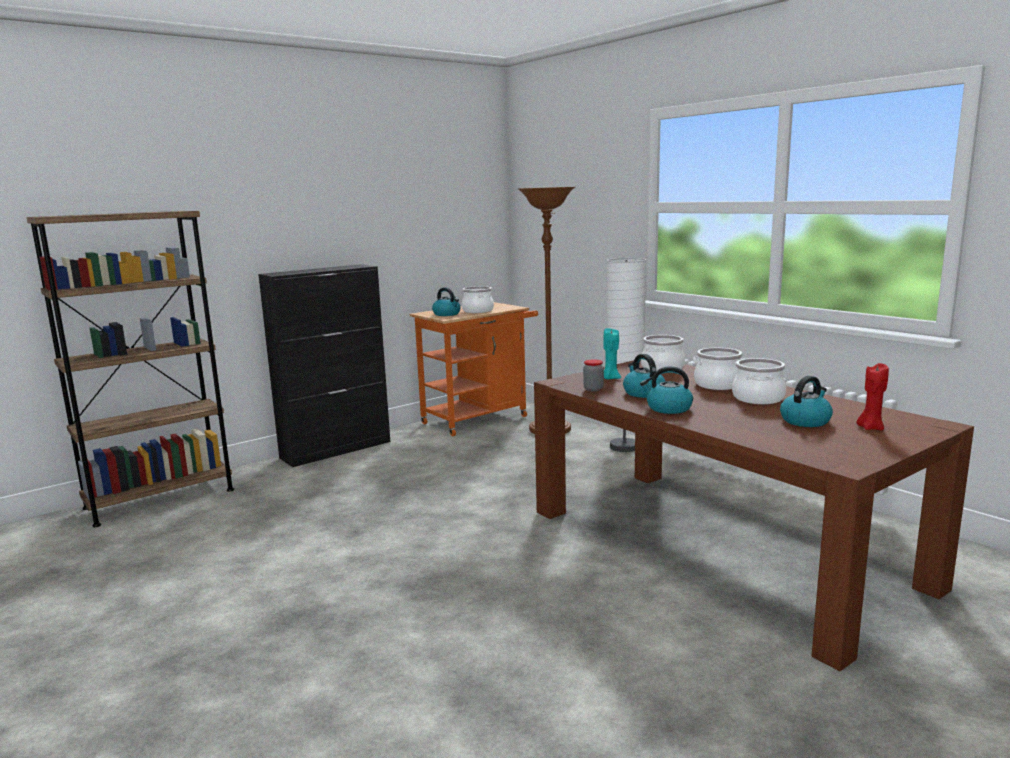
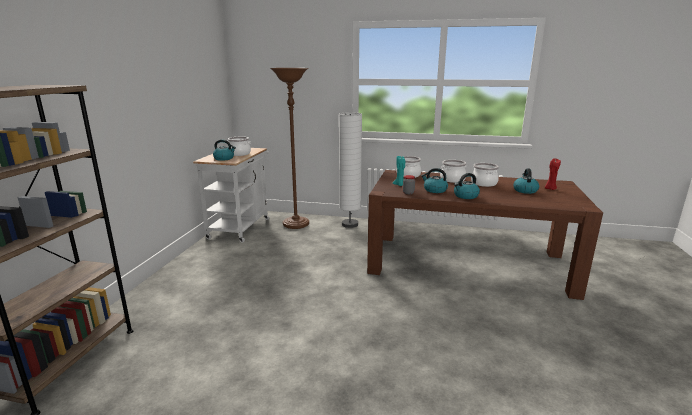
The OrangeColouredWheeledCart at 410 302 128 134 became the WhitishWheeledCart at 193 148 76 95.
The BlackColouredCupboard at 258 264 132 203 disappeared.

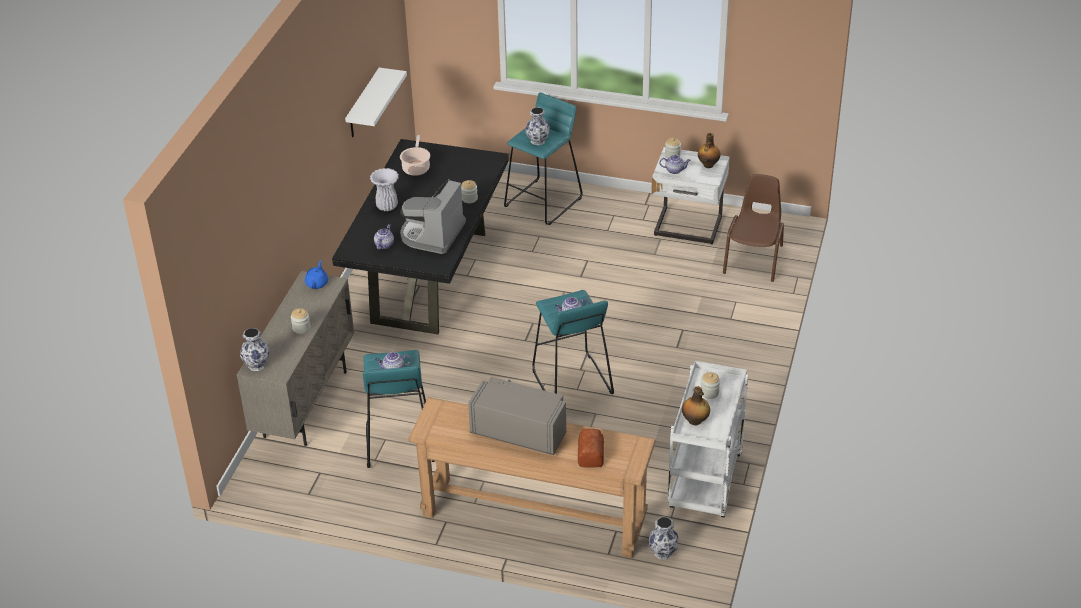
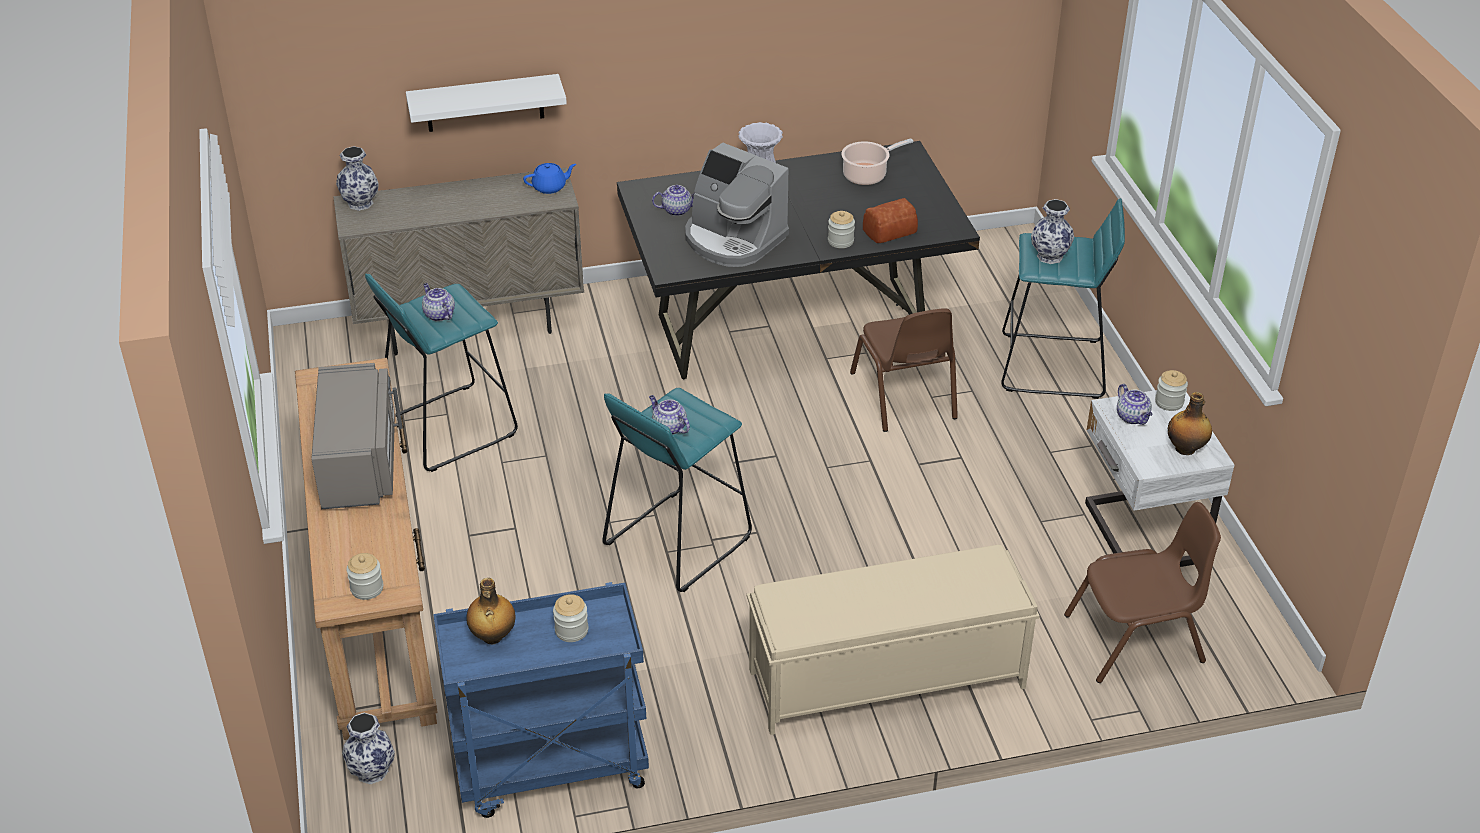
The PreserveJar moved from 291 308 19 26 to 346 553 37 47.
The WhitishWallShelf moved from 345 67 62 70 to 406 74 161 58.
The WhitishWheeledCart at 668 361 80 156 became the BluishWheeledCart at 433 582 216 236.
The CoffeeMachine at 400 179 66 75 turned 135 degrees counterclockwise.
The BeigeIndoorBench at 747 545 293 190 appeared.
The BrownUprightChair at 850 308 108 124 appeared.
The BakedBread moved from 578 429 26 39 to 863 198 55 45.

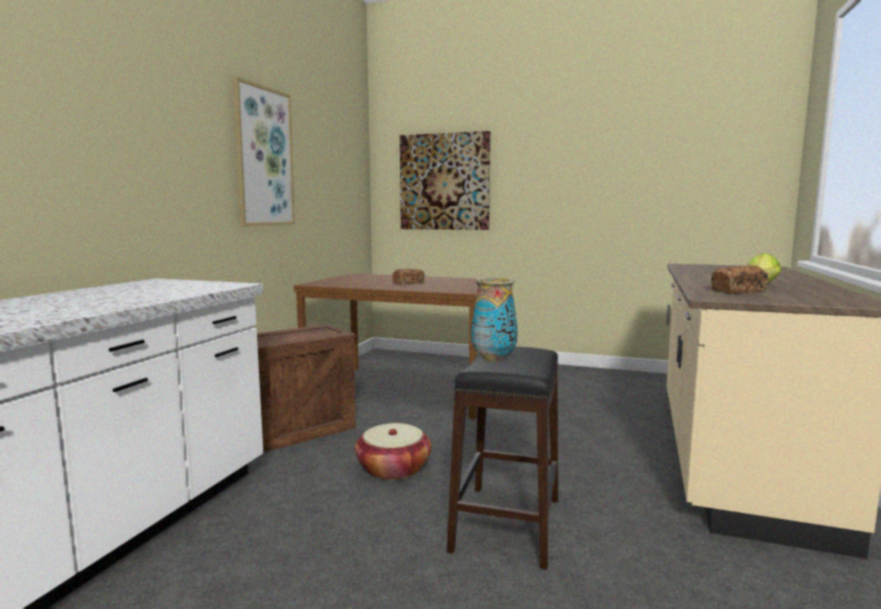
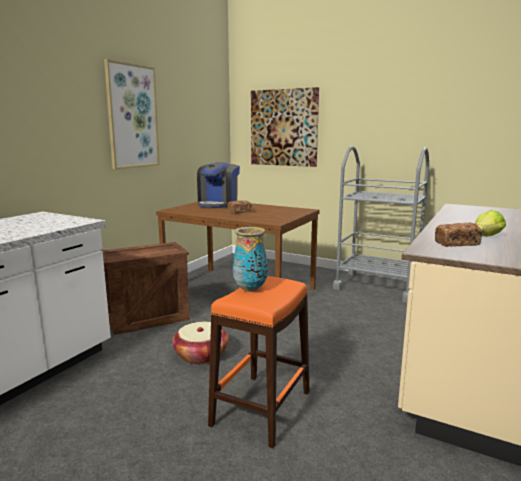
The CoffeeMachine at 197 162 43 46 appeared.
The BlackColouredSittingStool at 447 346 111 224 became the OrangeColouredSittingStool at 208 276 101 172.
The GreyishWheeledCart at 333 146 96 157 appeared.

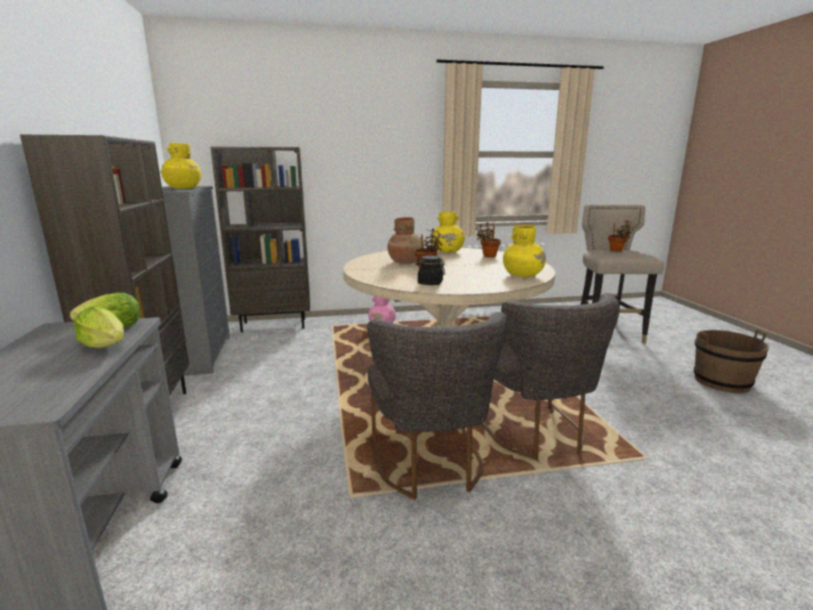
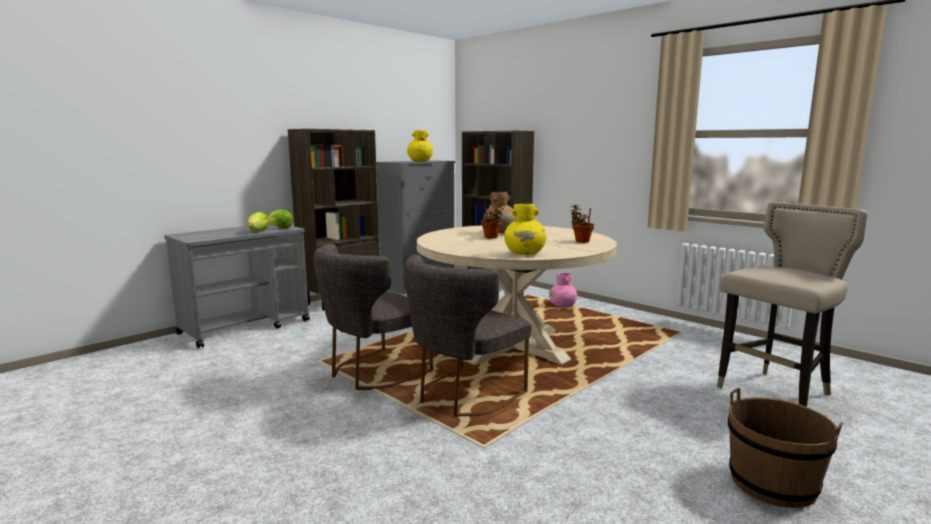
The BlackColouredPreserveJar at 415 256 31 29 disappeared.
The YellowColouredVase at 433 212 32 41 disappeared.
The Houseplant at 608 220 24 32 disappeared.

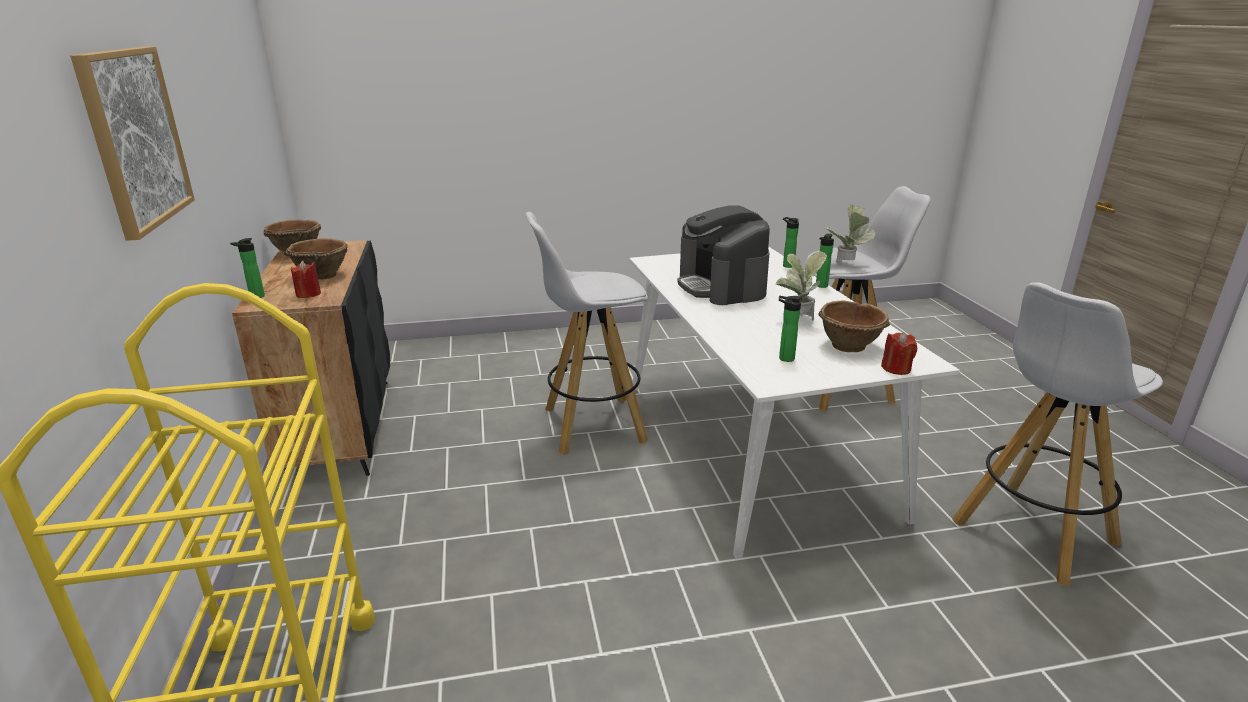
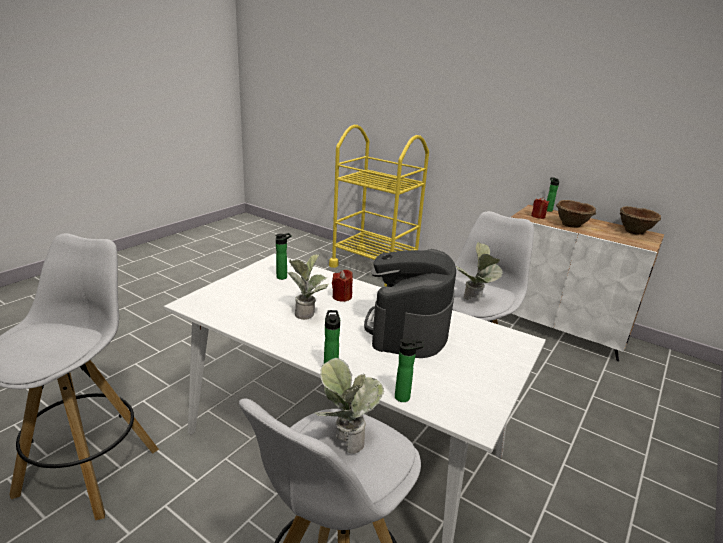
The ReddishWaxCandle moved from 881 332 36 43 to 332 269 21 33.
The CoffeeMachine at 678 205 92 100 turned 105 degrees counterclockwise.
The Houseplant at 456 242 47 58 appeared.
The BlackColouredCupboard at 232 240 158 236 became the WhitishCupboard at 510 205 154 156.
The WallArt at 70 46 125 195 disappeared.
The BrownBowl at 818 301 72 51 disappeared.

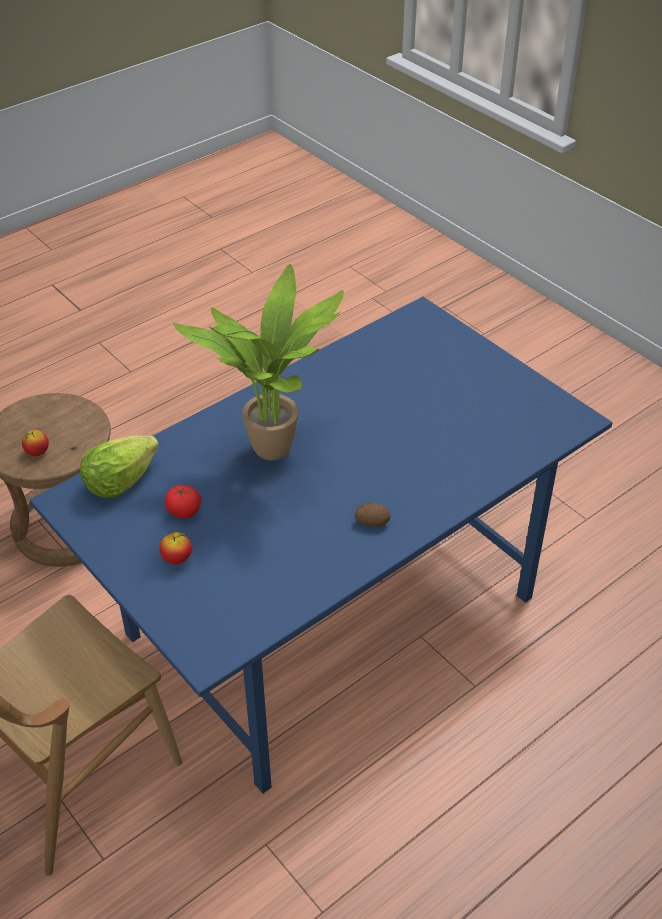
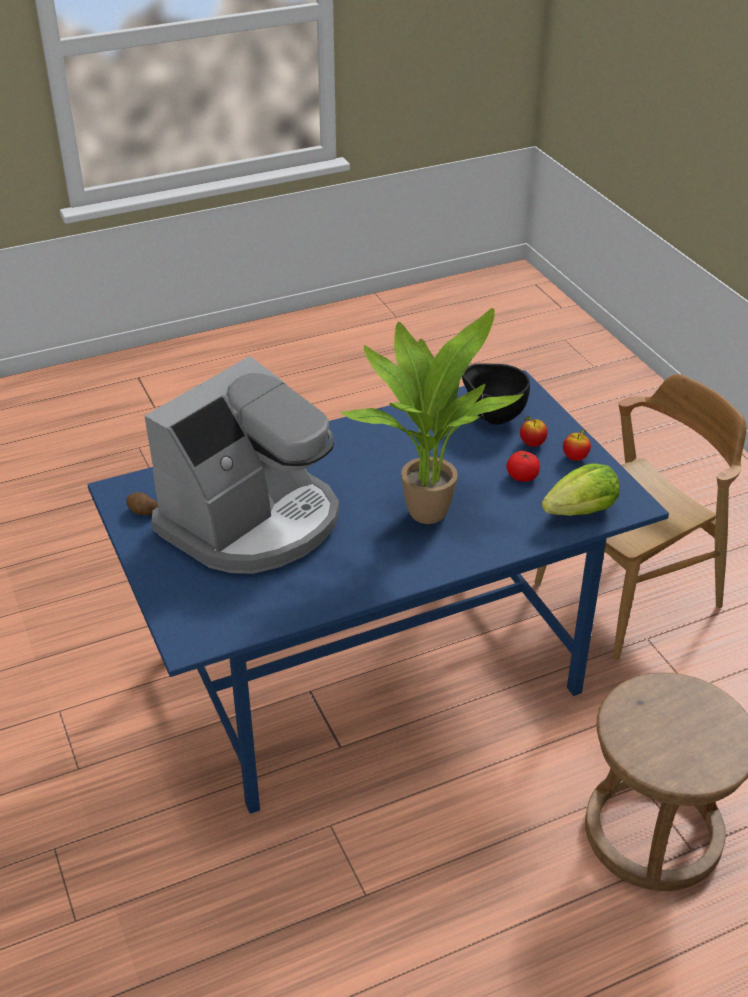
The Potato moved from 355 503 35 24 to 126 492 32 24.
The CoffeeMachine at 145 356 194 218 appeared.
The BlackColouredBowl at 462 363 68 62 appeared.
The Apple moved from 22 430 27 26 to 563 429 28 32.

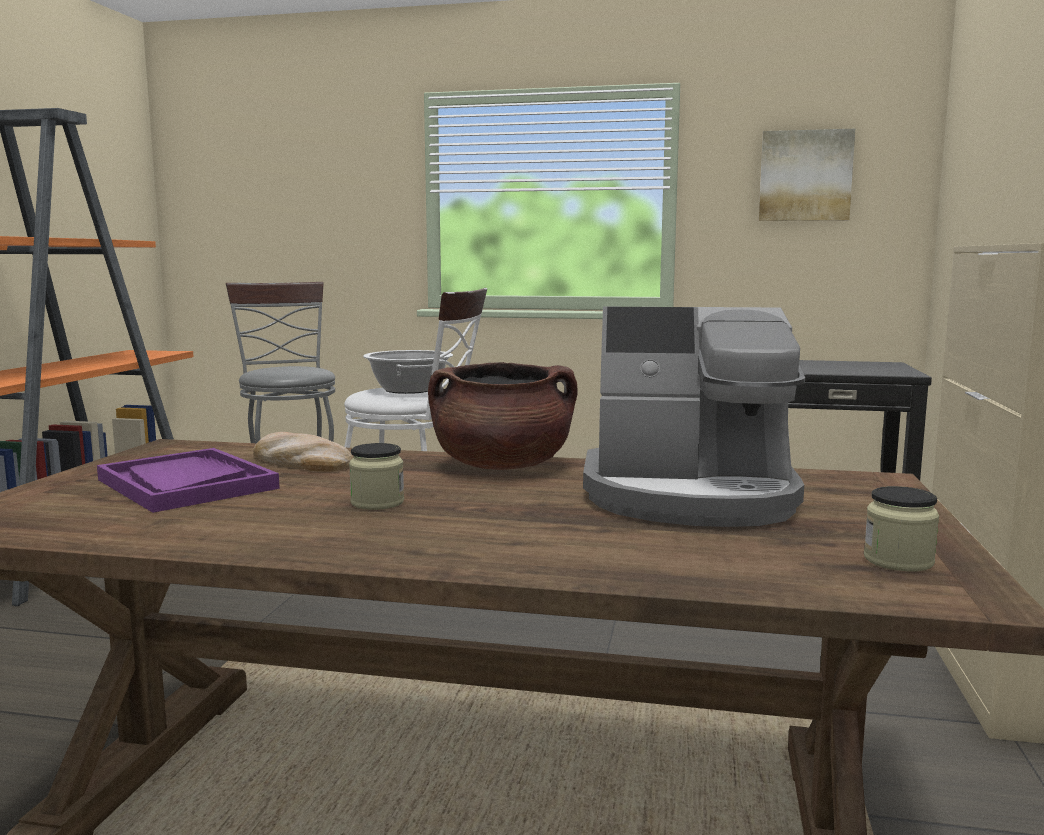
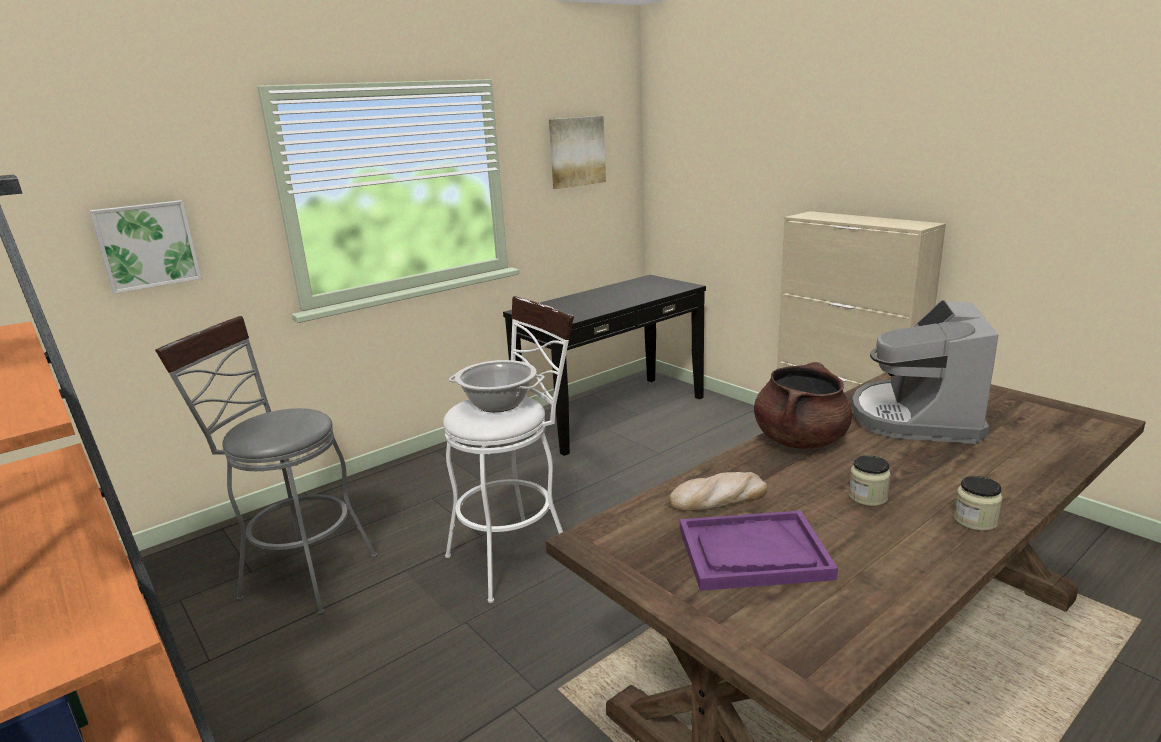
The WallArt at 89 200 112 94 appeared.
The CoffeeMachine at 583 307 222 220 turned 150 degrees clockwise.
The PreserveJar moved from 864 486 75 85 to 954 476 49 55.

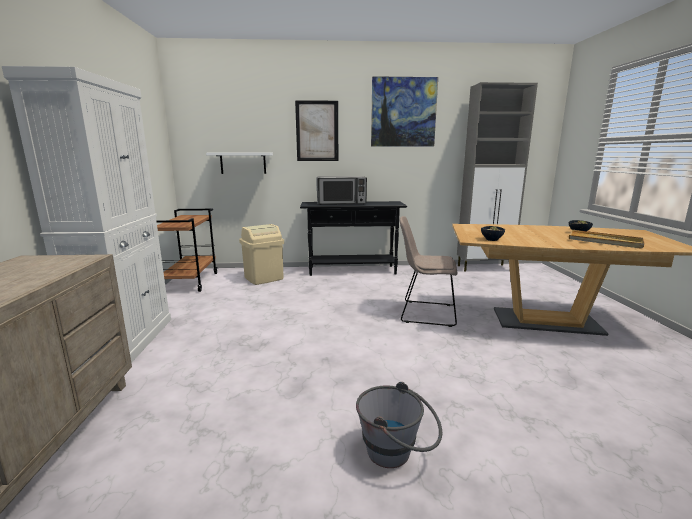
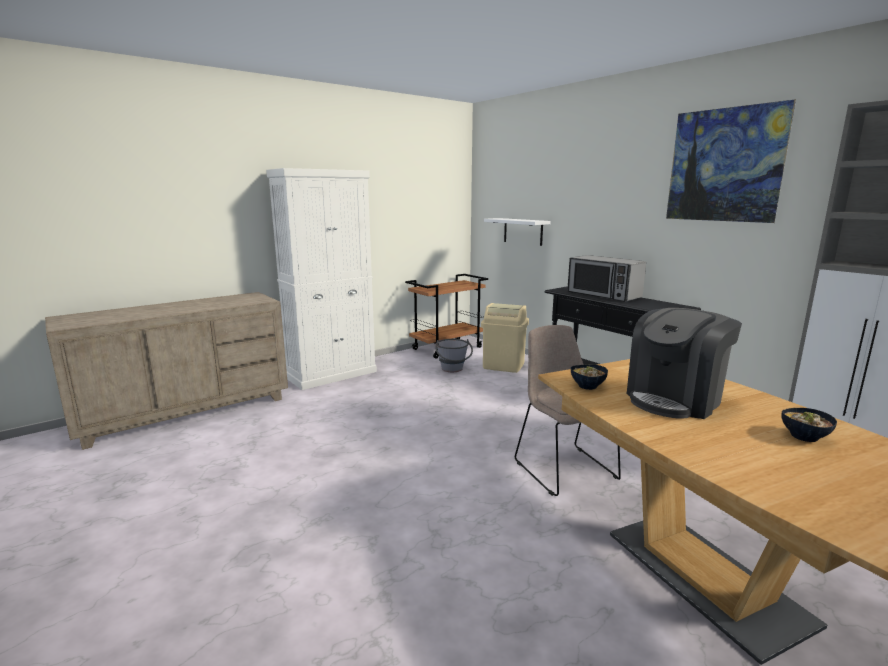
The GreyishWaterBucket moved from 356 382 86 86 to 435 339 38 33.
The CoffeeMachine at 627 308 115 111 appeared.
The WallArt at 295 100 43 61 disappeared.
The BeigeCarryingTray at 569 230 75 19 disappeared.

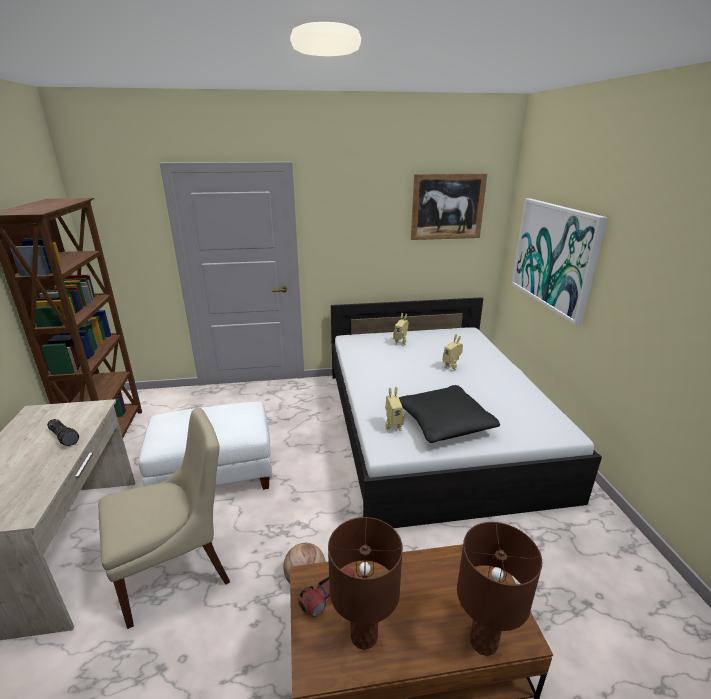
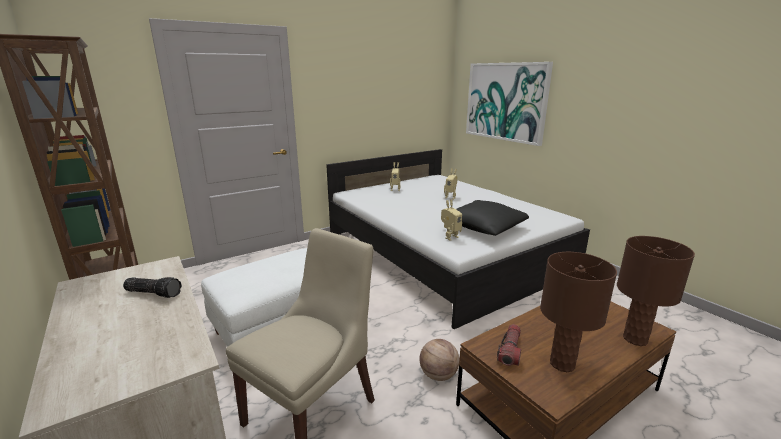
The WallArt at 411 173 77 67 disappeared.

